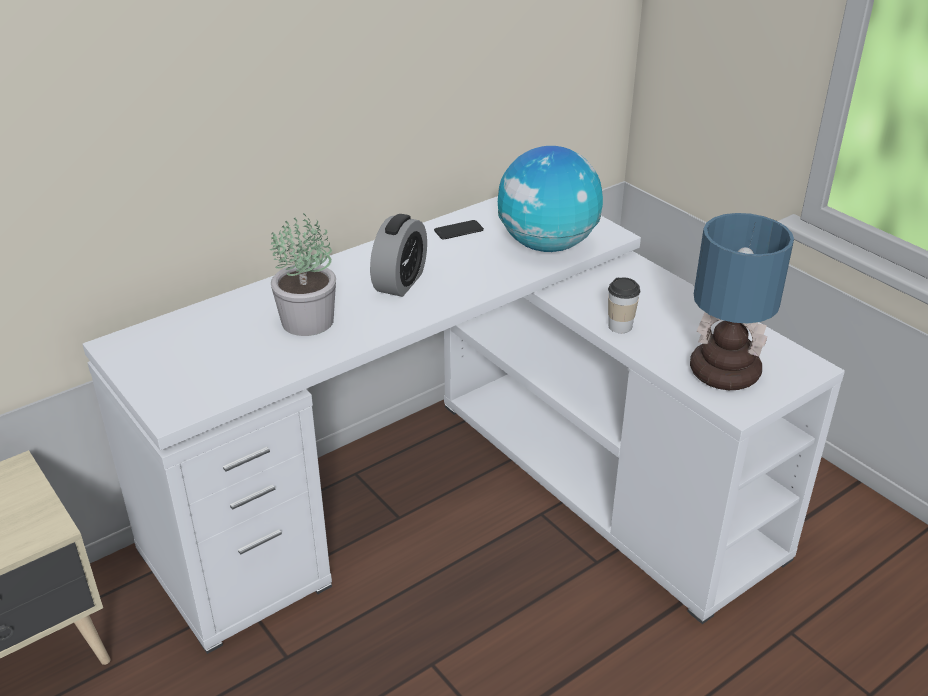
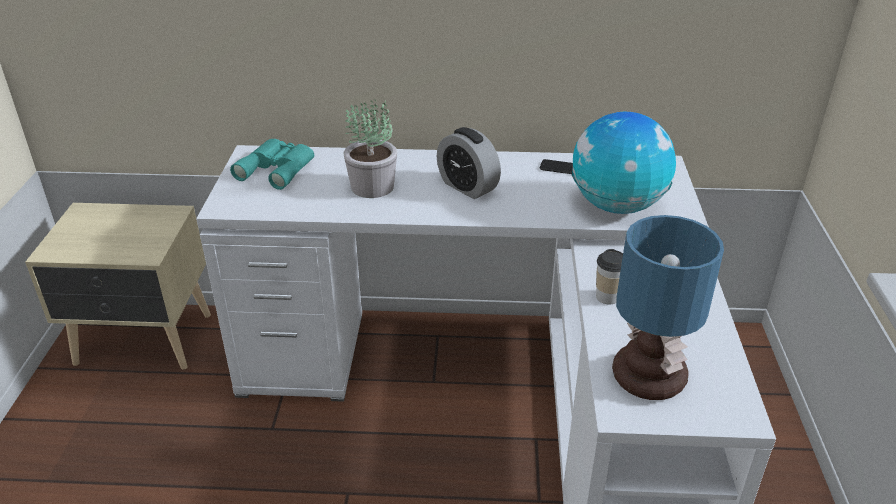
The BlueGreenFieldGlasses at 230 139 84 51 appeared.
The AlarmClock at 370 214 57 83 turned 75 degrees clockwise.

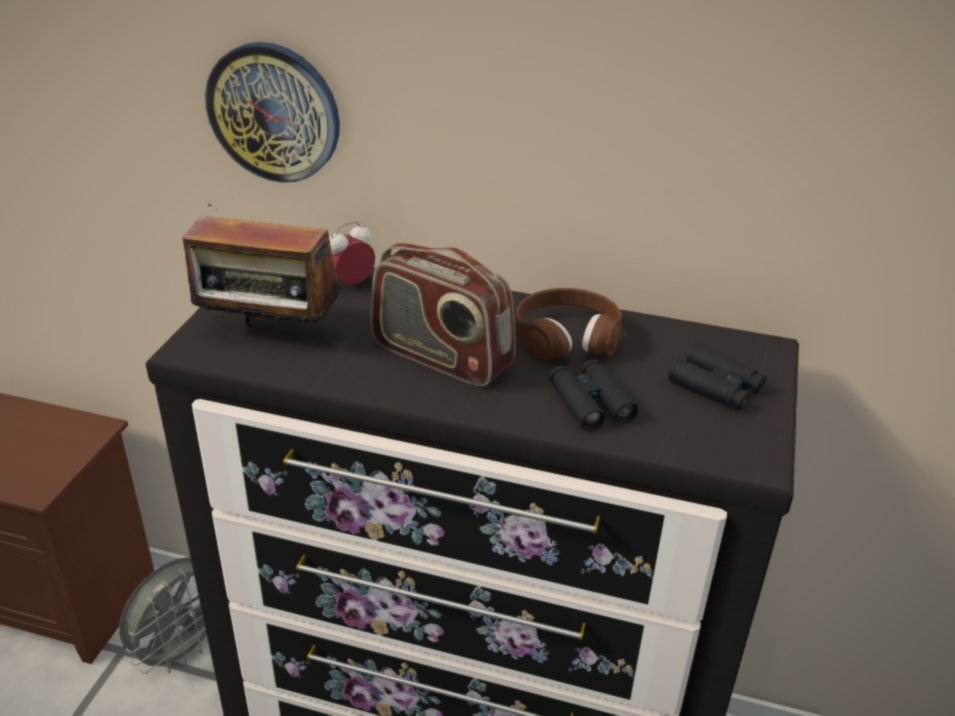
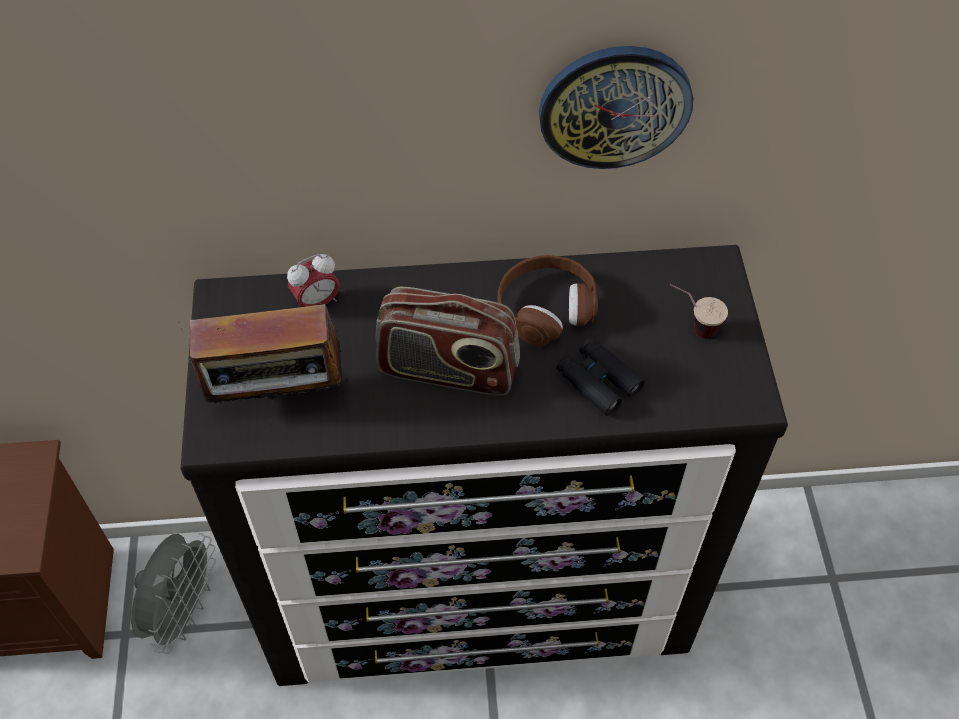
The AlarmClock at 329 221 46 64 turned 150 degrees counterclockwise.
The ClockOnTheWall moved from 205 42 135 141 to 539 46 154 123.
The BlackColouredFieldGlasses at 668 343 98 67 was replaced by the SmallCup at 670 284 58 55.

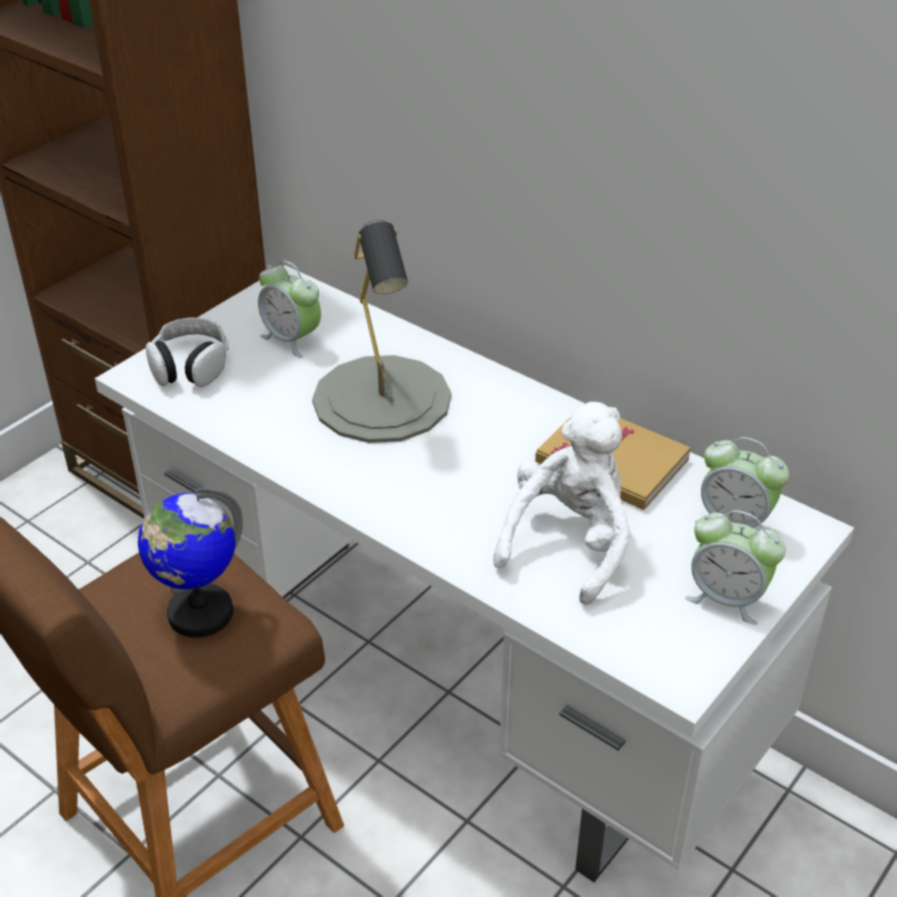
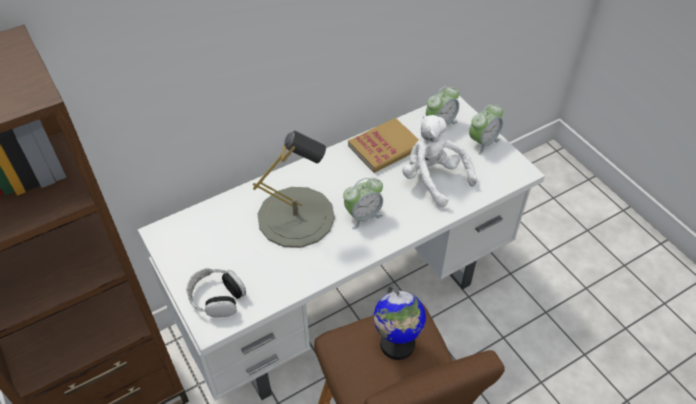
The AlarmClock moved from 258 261 63 97 to 343 178 40 51.

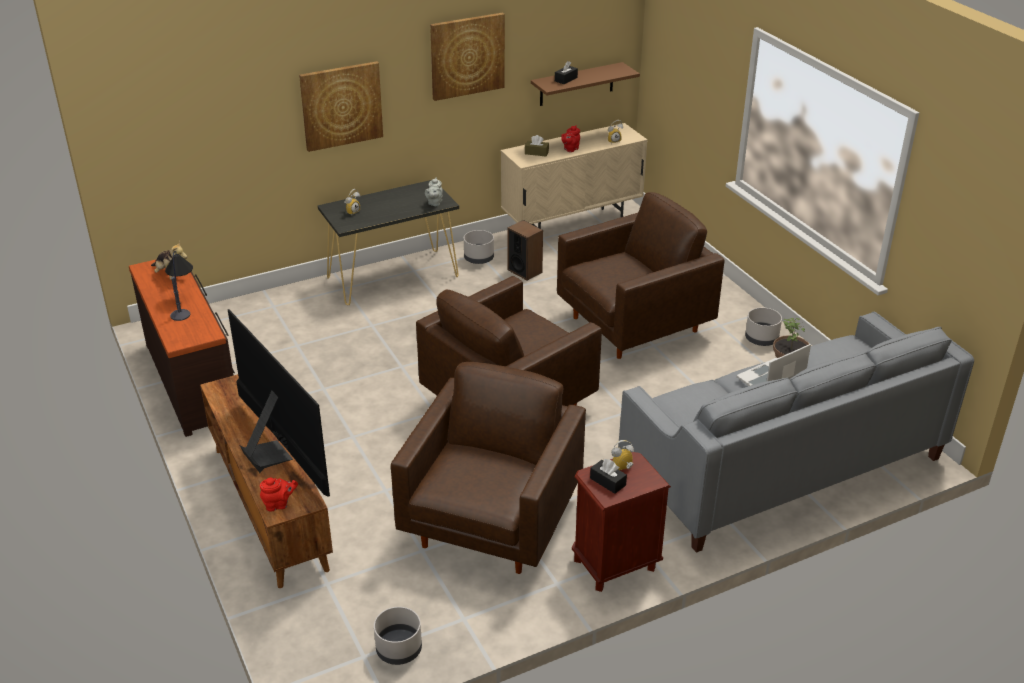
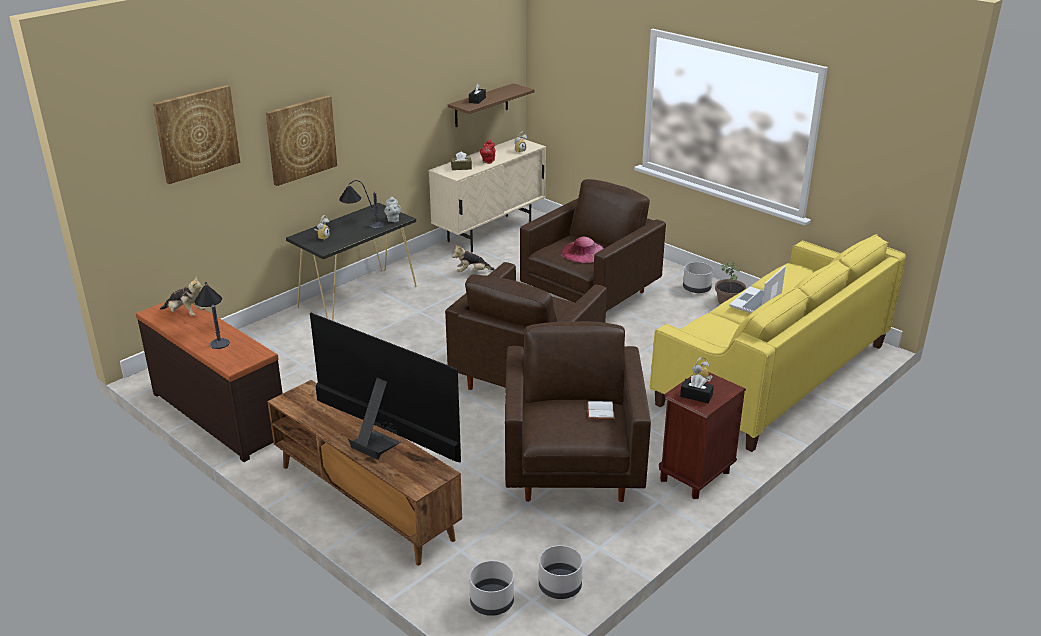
The WallArt moved from 430 13 75 88 to 153 85 87 99.
The TabletopLamp at 339 180 46 49 appeared.
The Loudspeaker at 507 220 36 60 was replaced by the SoftToy at 452 245 43 27.
The GreyishPlantPot moved from 464 230 30 34 to 469 561 45 55.
The PinkishWearableHat at 561 237 43 26 appeared.
The WhitishVolume at 587 401 27 18 appeared.
The GreyishCouch at 618 312 356 241 became the YellowColouredCouch at 650 234 256 218.
The ReddishTeapot at 260 478 38 33 disappeared.

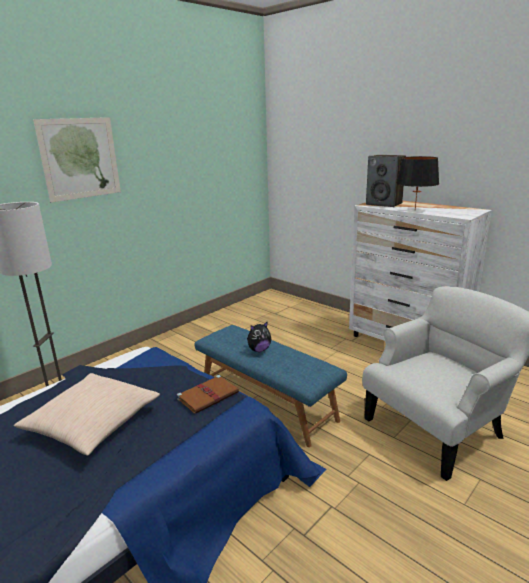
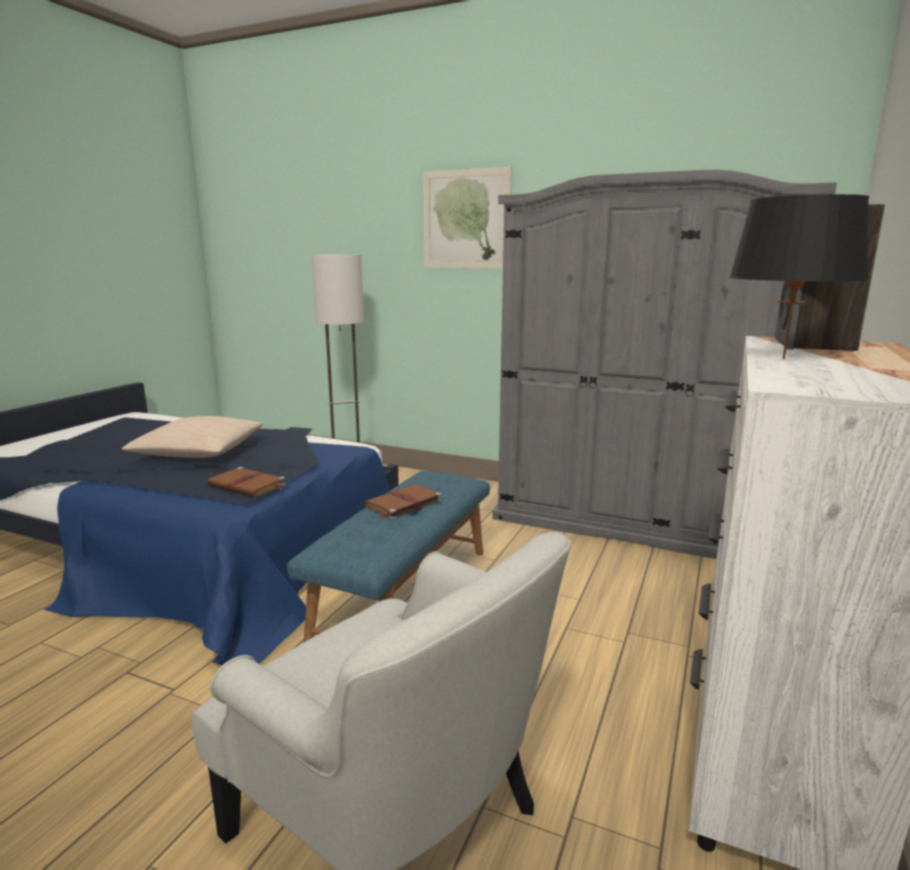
The SoftToy at 247 322 24 30 was replaced by the BrownVolume at 364 484 78 36.
The GreyishWardrobe at 492 170 345 389 appeared.

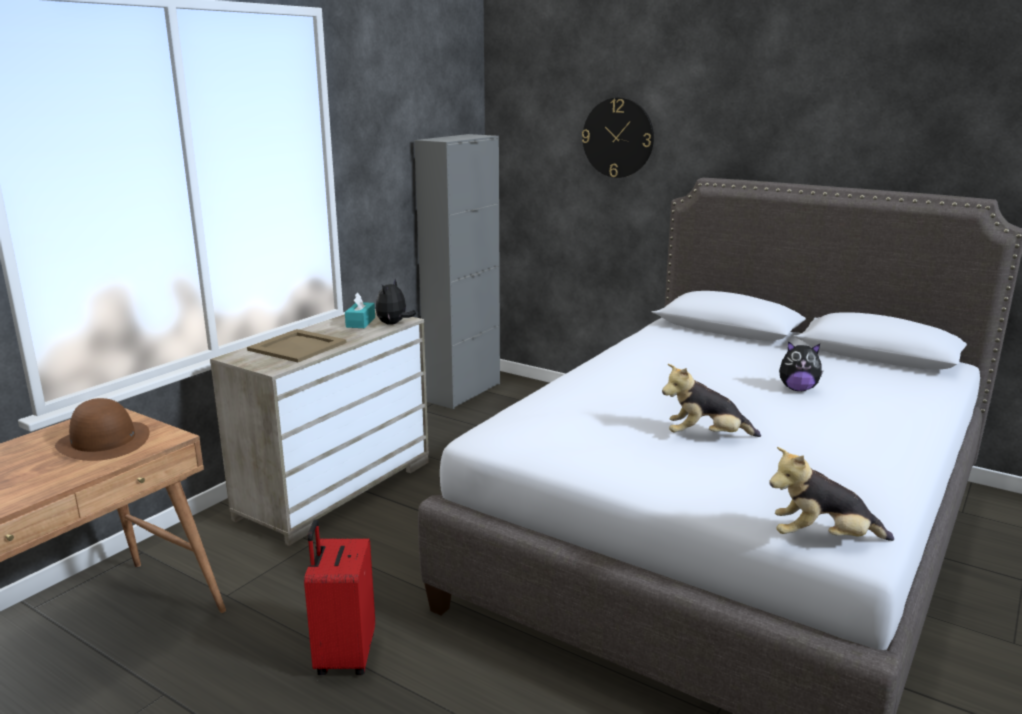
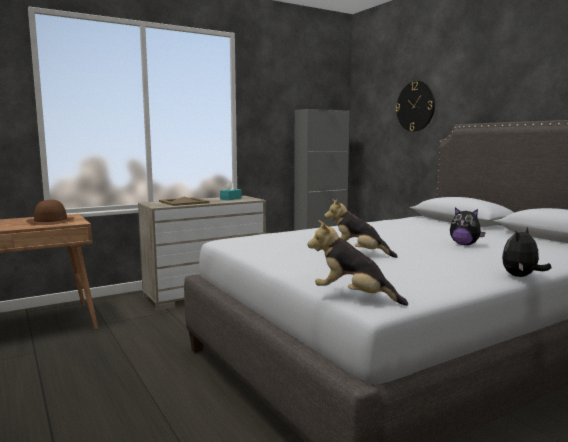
The SoftToy moved from 376 279 40 46 to 502 227 50 50.
The ReddishTravelCase at 304 519 71 156 disappeared.

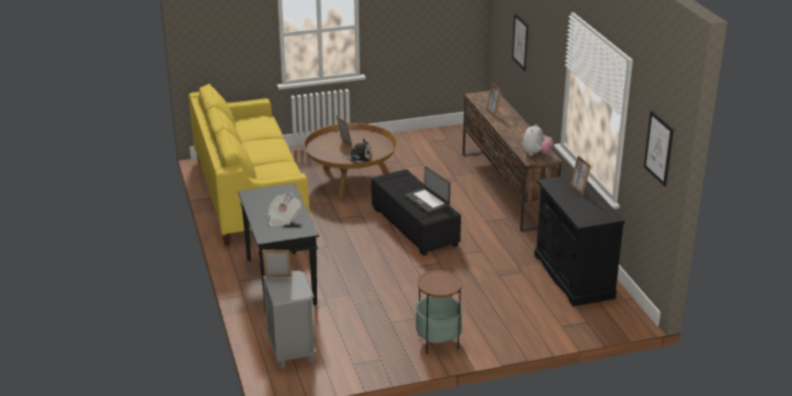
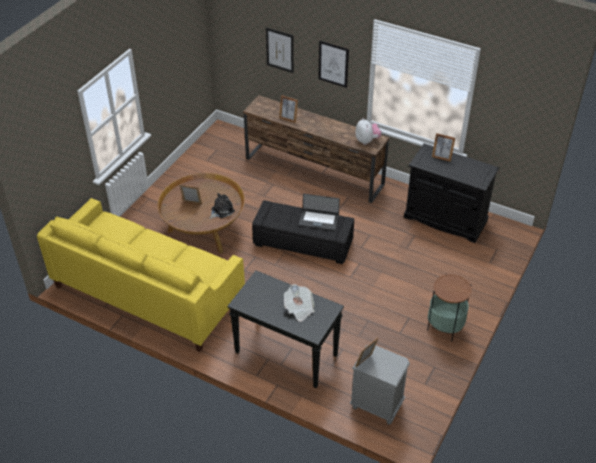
The WallArt moved from 644 111 30 76 to 318 41 31 47.

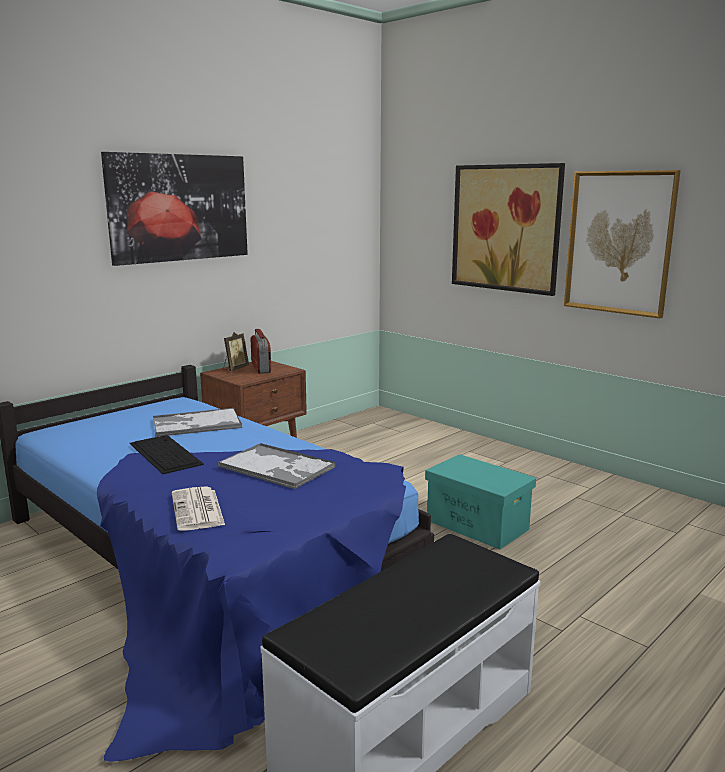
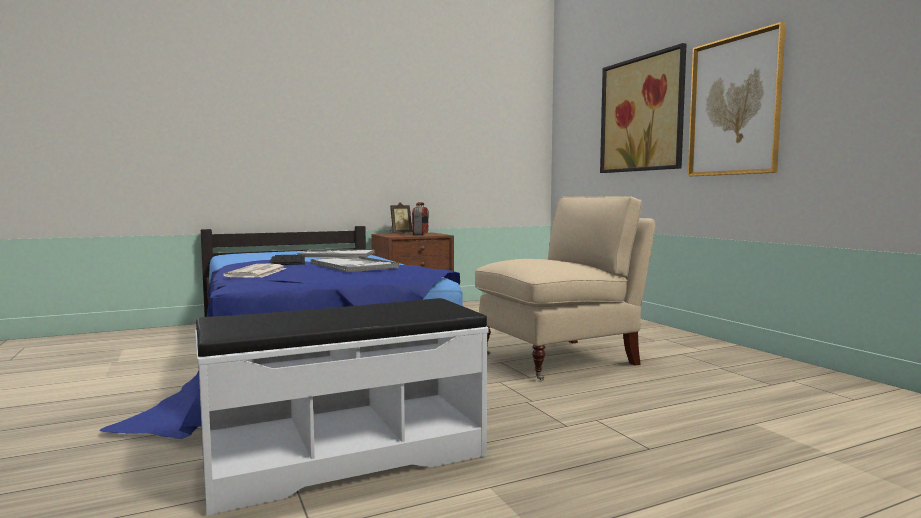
The BlueGreenStorageBox at 425 454 111 95 was replaced by the BeigeArmchair at 475 196 180 185.
The WallArt at 101 152 147 114 disappeared.

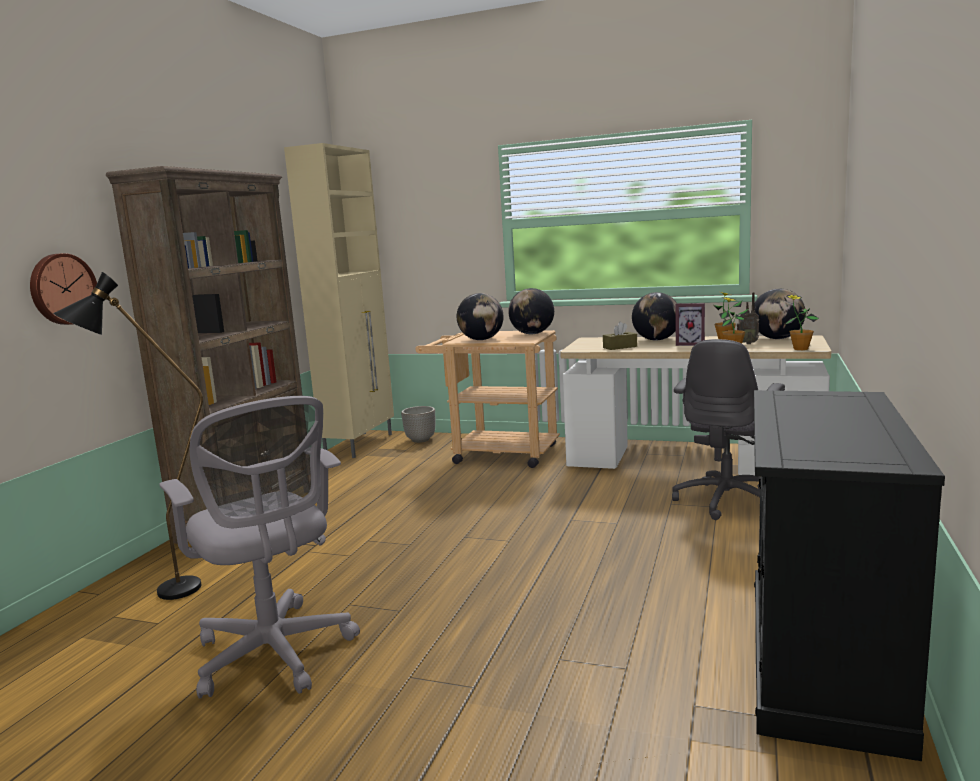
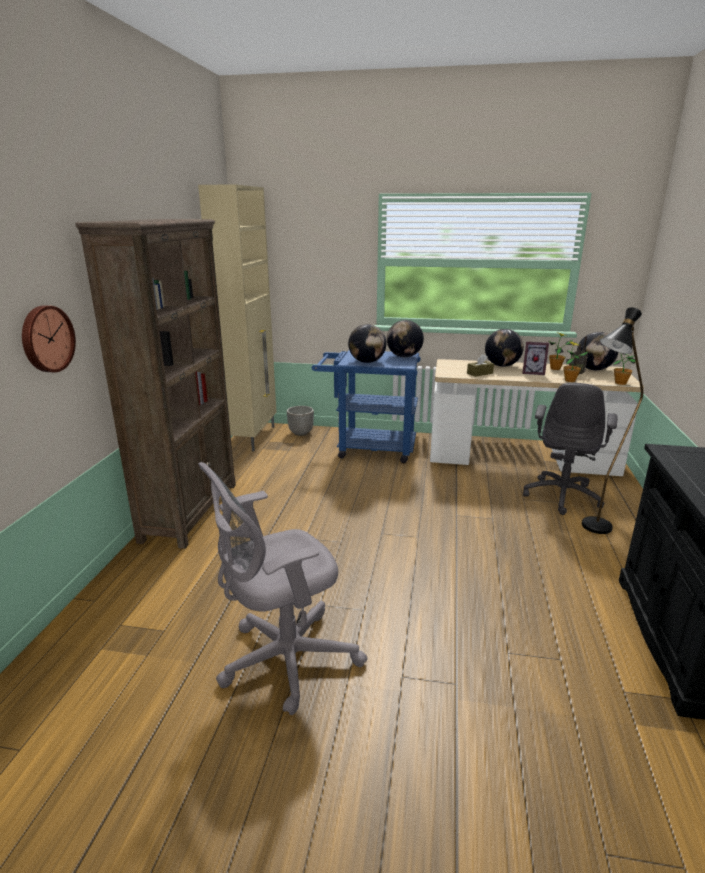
The GreyishOfficeChair at 159 396 201 303 turned 105 degrees clockwise.
The BeigeWheeledCart at 415 330 145 138 became the BluishWheeledCart at 312 350 109 113.
The BlackColouredStandingLamp moved from 53 272 150 328 to 582 307 61 227.

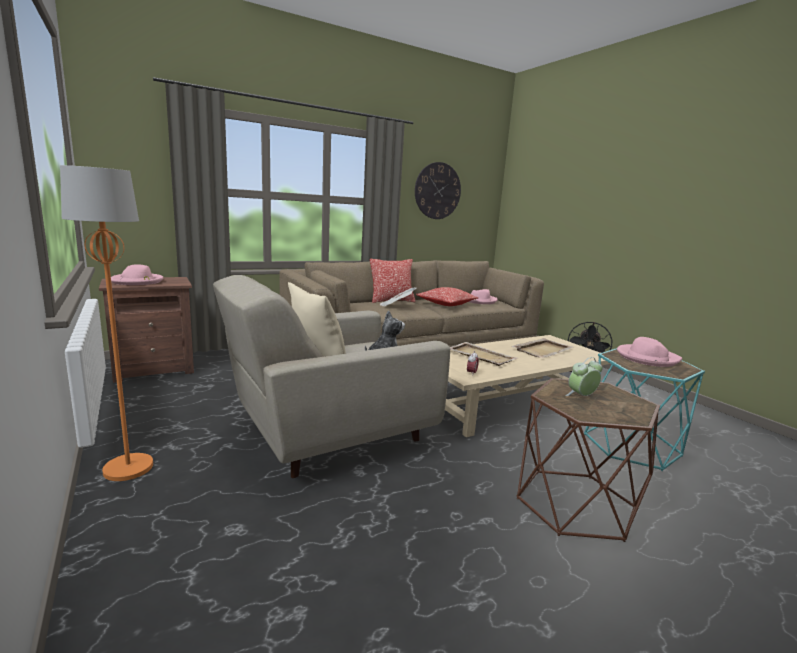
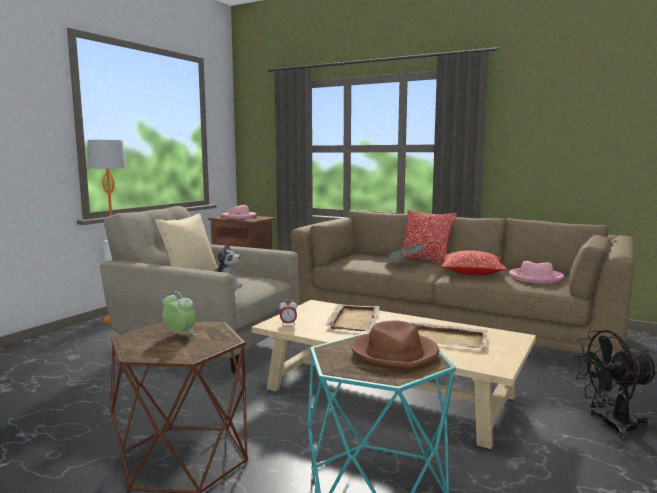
The PinkishWearableHat at 617 337 65 30 became the BrownWearableHat at 351 321 88 50.
The ClockOnTheWall at 415 162 46 57 disappeared.

